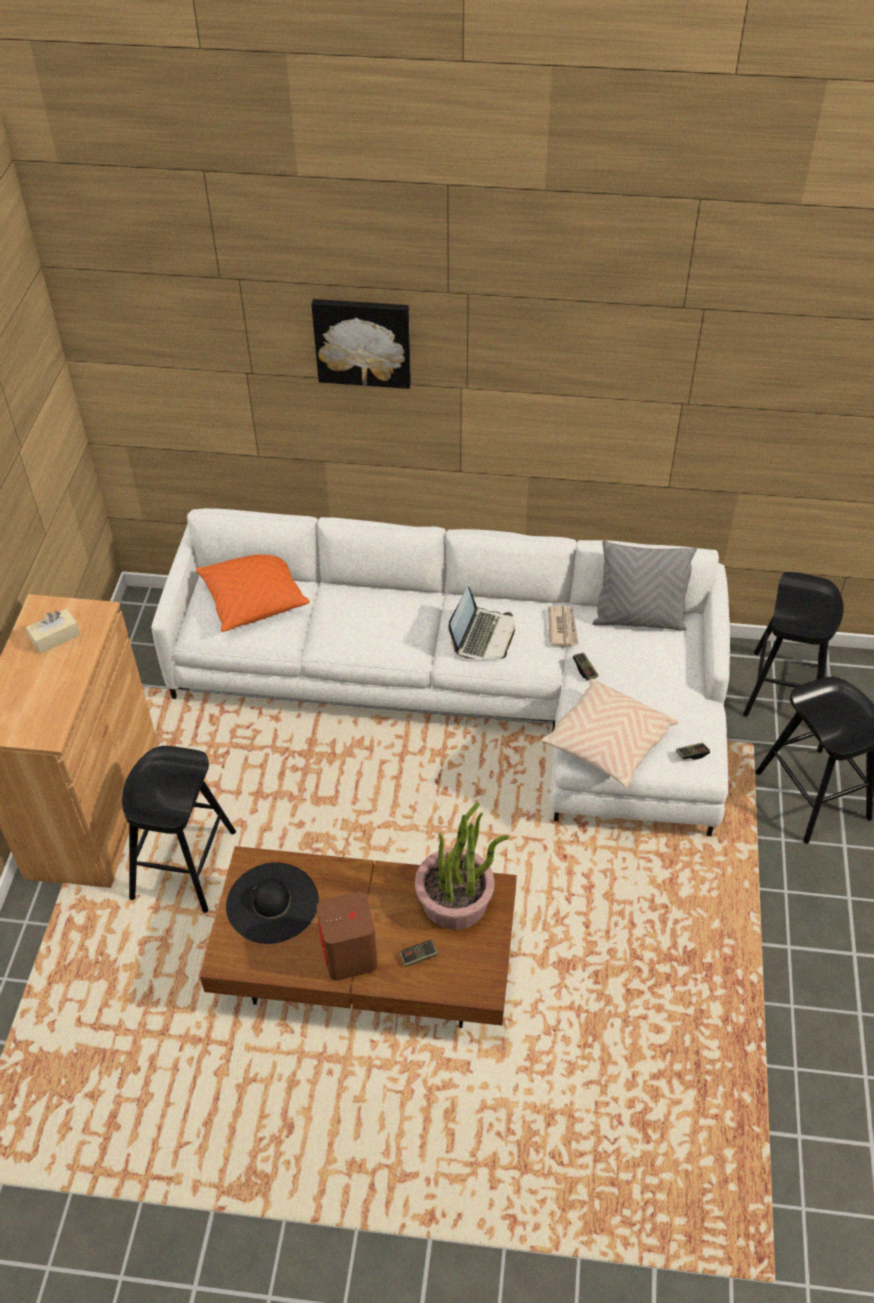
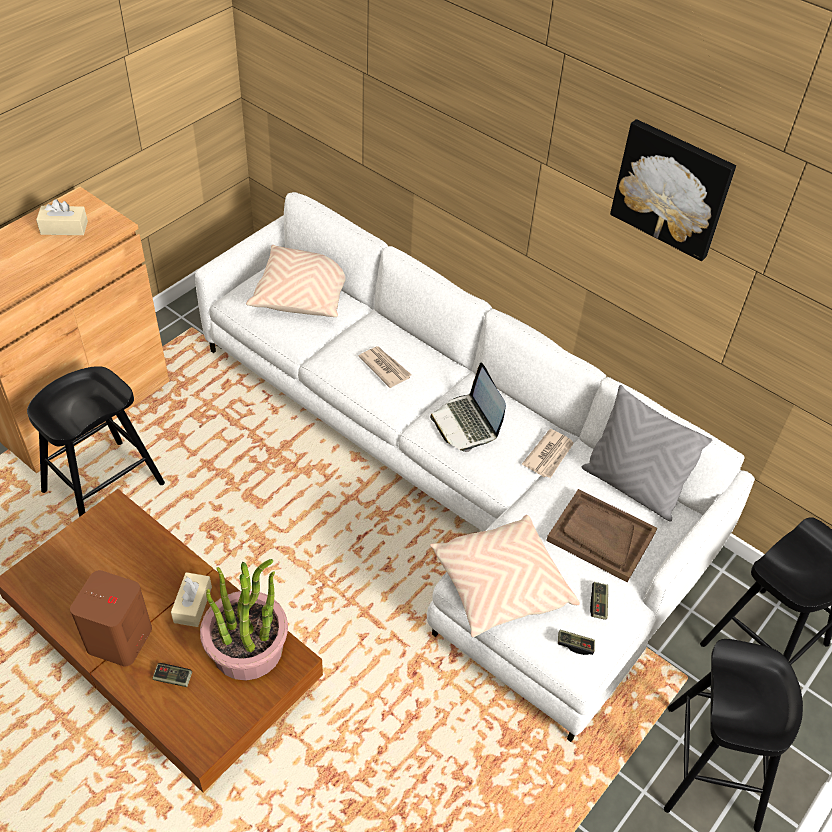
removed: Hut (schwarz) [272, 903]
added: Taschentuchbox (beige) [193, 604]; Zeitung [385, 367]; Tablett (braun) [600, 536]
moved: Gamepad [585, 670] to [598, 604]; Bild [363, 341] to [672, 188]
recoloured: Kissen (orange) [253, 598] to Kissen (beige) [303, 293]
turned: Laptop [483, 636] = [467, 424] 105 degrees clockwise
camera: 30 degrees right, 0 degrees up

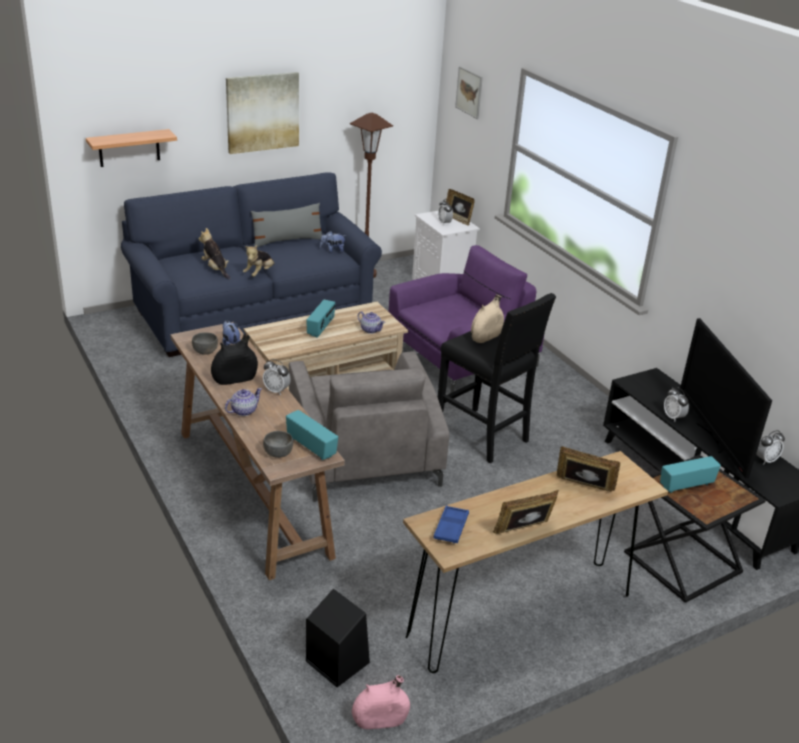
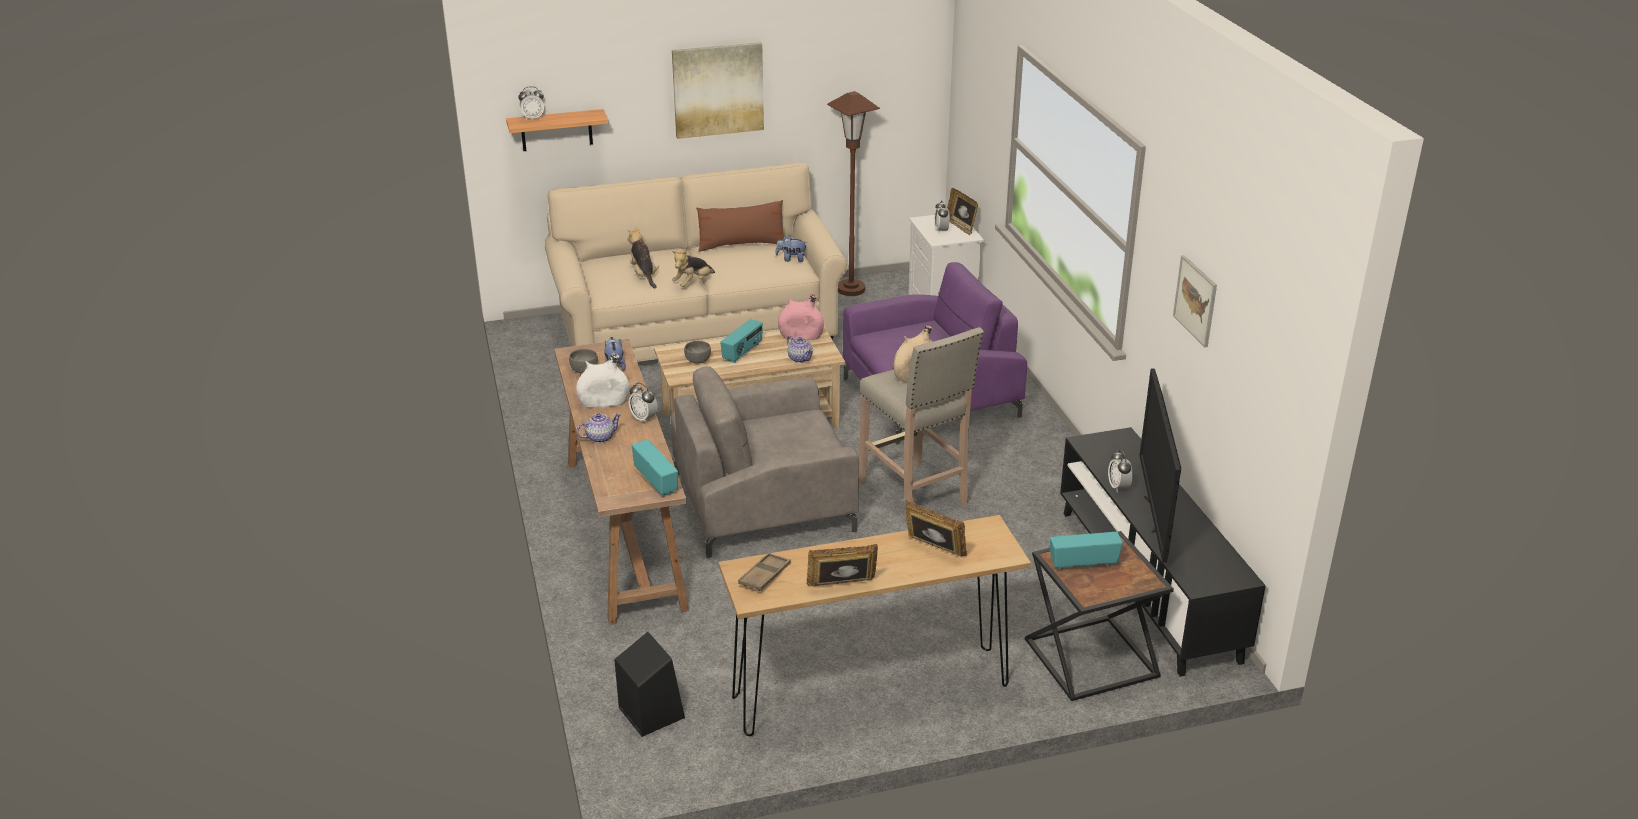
moved: Wecker [766, 460] to [533, 118]; Schüssel (grau) [278, 453] to [698, 360]; Vase (rosa) [380, 720] to [801, 336]; Bild [469, 92] to [1195, 300]
recoloured: Sofa (blau) [253, 313] to Sofa (beige) [697, 330]; Vase (schwarz) [234, 379] to Vase (weiß) [604, 403]; Kissen (grau) [287, 241] to Kissen (braun) [741, 245]; Tablett (blau) [451, 528] to Tablett (braun) [764, 575]; Hocker (schwarz) [483, 436] to Hocker (beige) [914, 495]
turned: Sessel (grau) [363, 453] = [764, 502] 75 degrees clockwise
camera: 15 degrees right, 0 degrees up

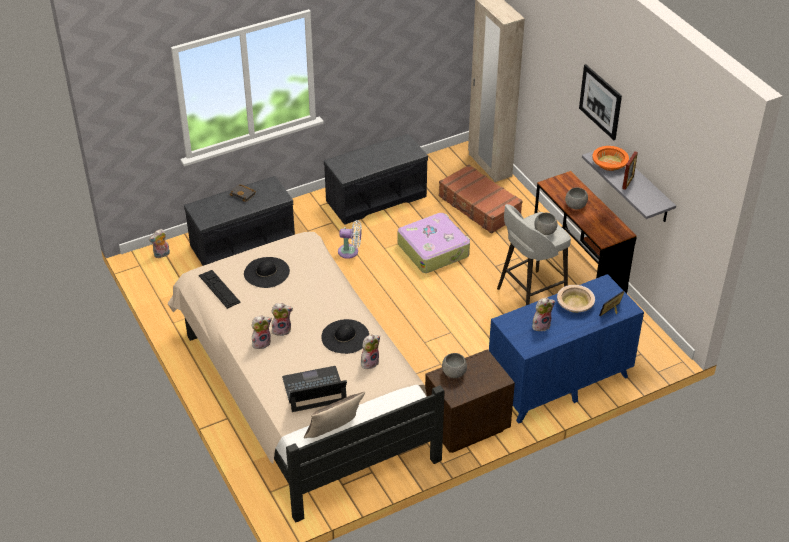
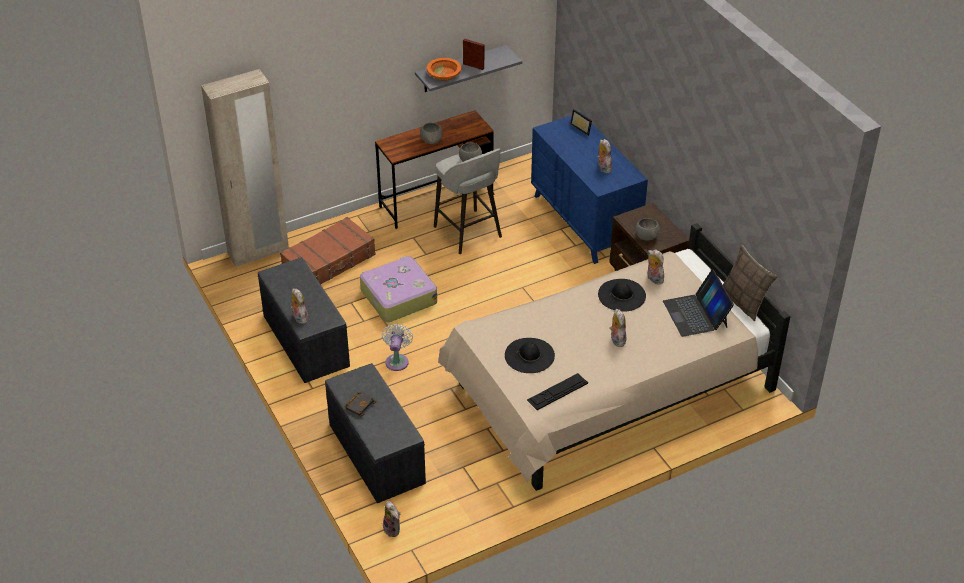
removed: Schüssel (beige) [575, 303]; Bild [600, 101]
moved: Plüschtier [261, 342] to [299, 317]
camera: 90 degrees left, 0 degrees up

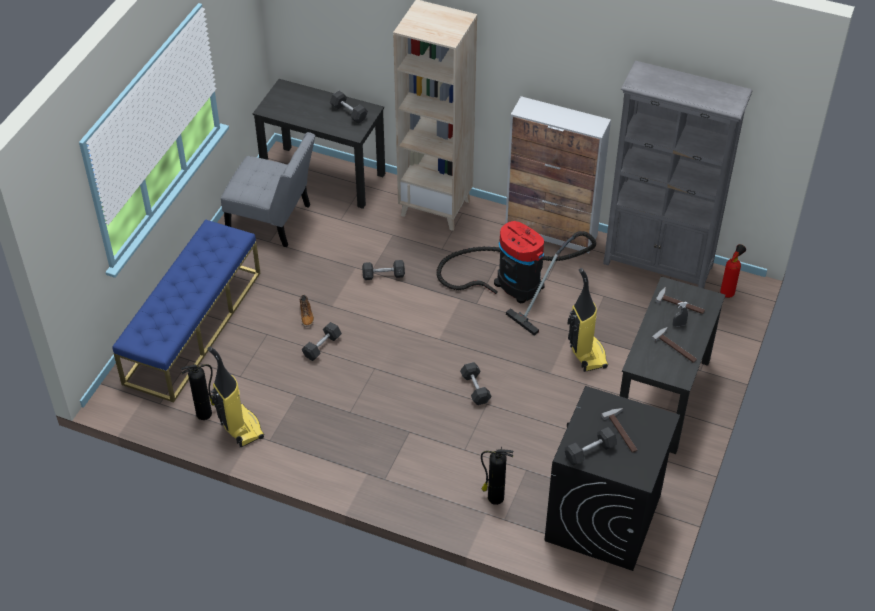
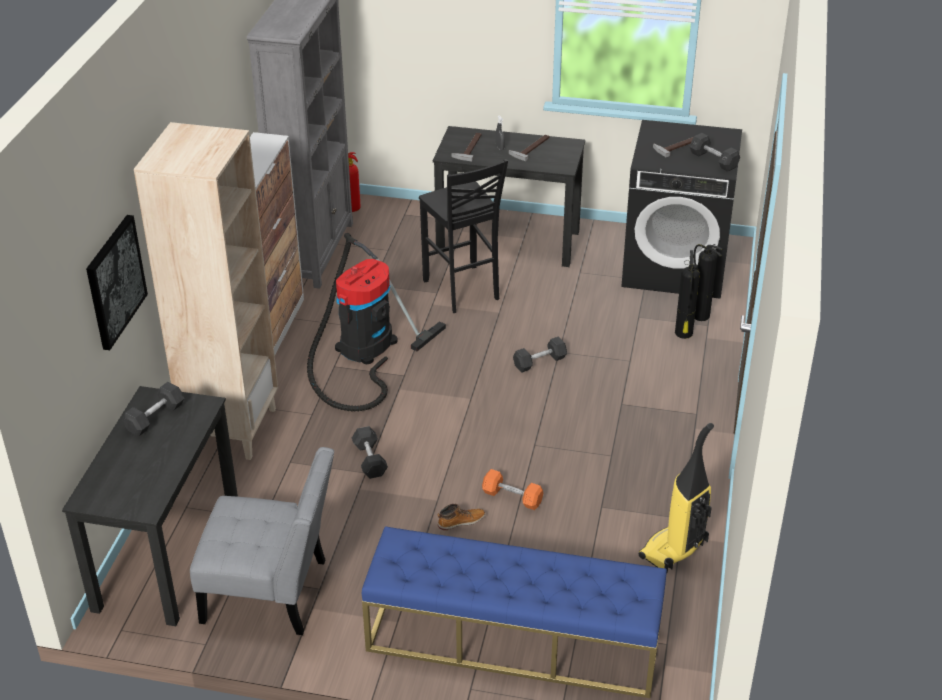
added: Bild [115, 281]
moved: Feuerlöscher [205, 413] to [699, 315]
replaced: Staubsauger [586, 353] to Hocker (schwarz) [462, 291]
recoloured: Hantel (grau) [322, 346] to Hantel (orange) [512, 497]
turned: Stuhl (grau) [273, 220] = [272, 593] 90 degrees clockwise
camera: 100 degrees left, 10 degrees down

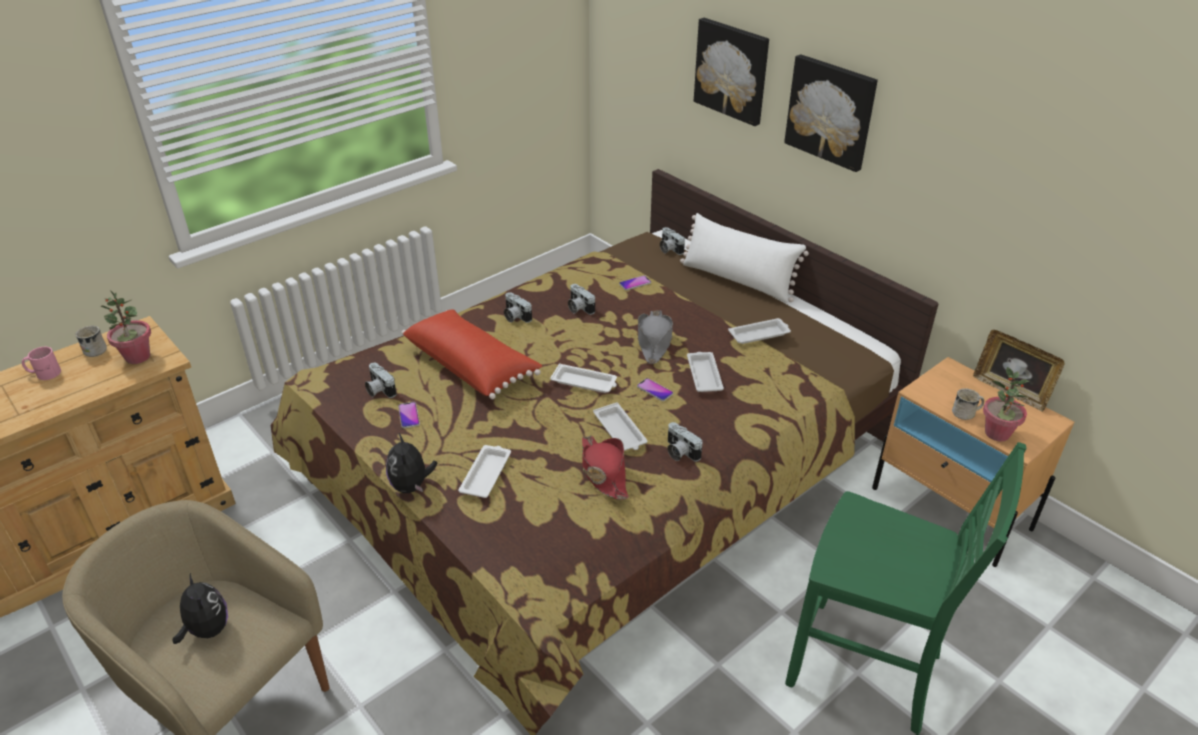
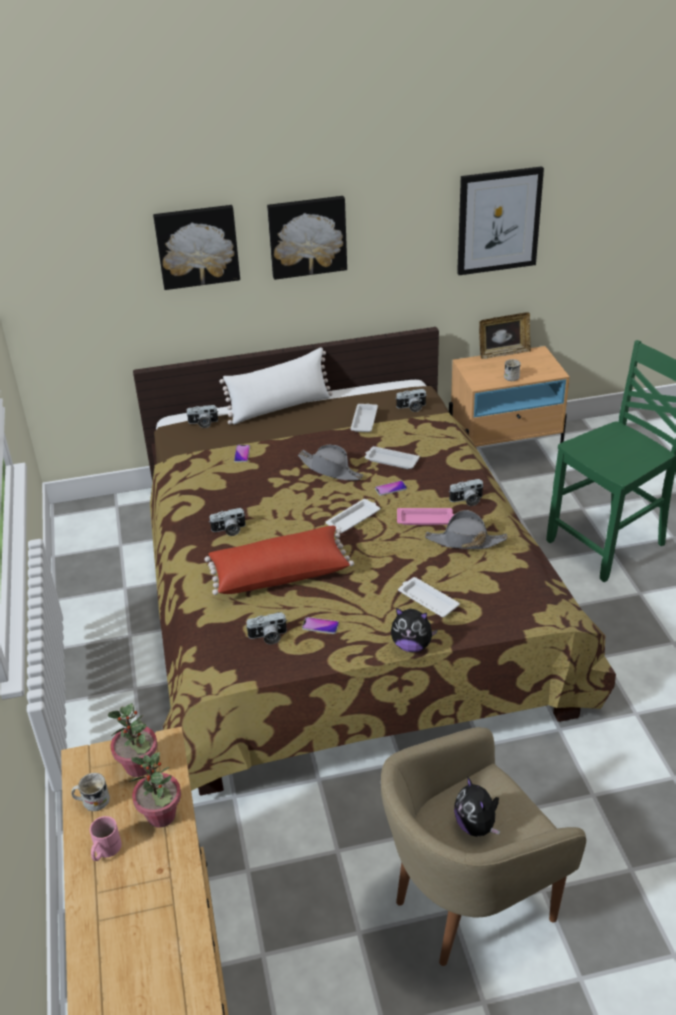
added: Bild [498, 221]
moved: Topfpflanze [997, 433] to [161, 816]; Kamera [578, 308] to [411, 407]
recoloured: Tablett (weiß) [620, 431] to Tablett (rosa) [426, 519]; Hut (rot) [603, 472] to Hut (grau) [465, 541]
turned: Plüschtier [207, 630] = [476, 825] 105 degrees counterclockwise
camera: 60 degrees left, 0 degrees up

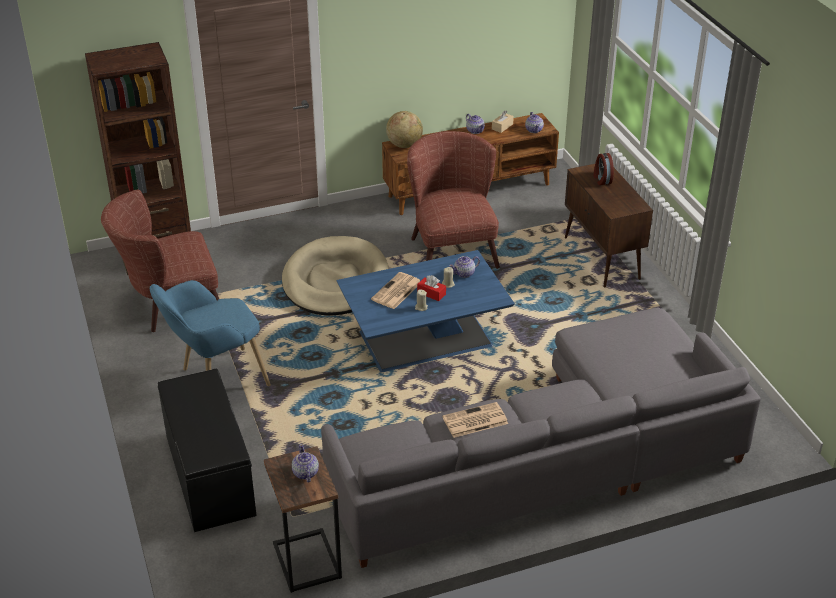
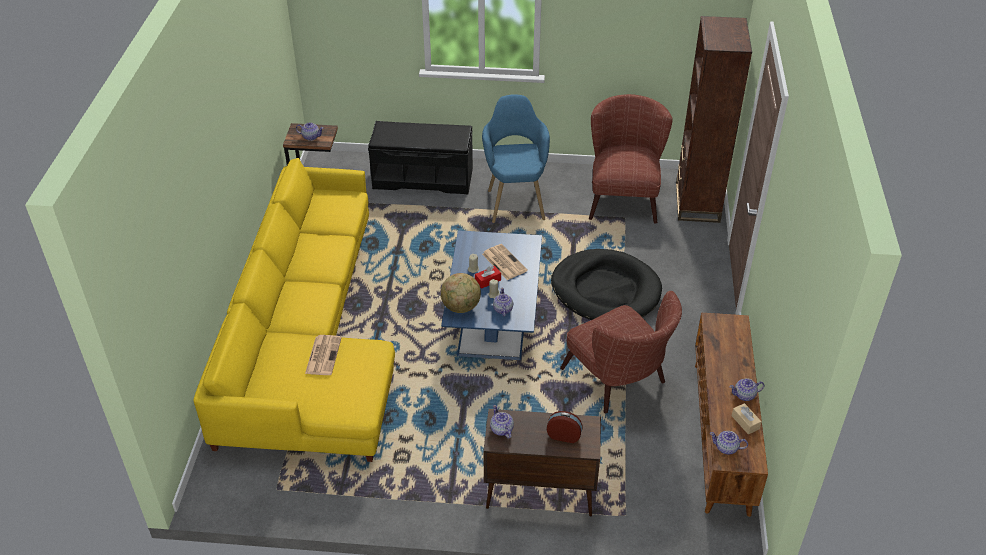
added: Teekanne [501, 430]
moved: Zeitung [474, 421] to [323, 355]; Globus [404, 145] to [461, 307]
recoloured: Sofa (grau) [553, 458] to Sofa (gelb) [308, 340]; Hundebett (beige) [335, 281] to Hundebett (schwarz) [605, 290]
turned: Sessel (braun) [451, 247] = [619, 382] 45 degrees clockwise
camera: 115 degrees right, 5 degrees up

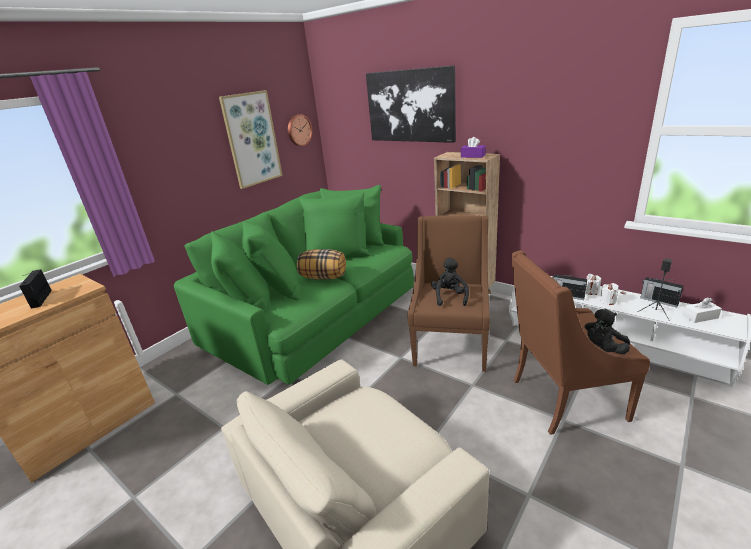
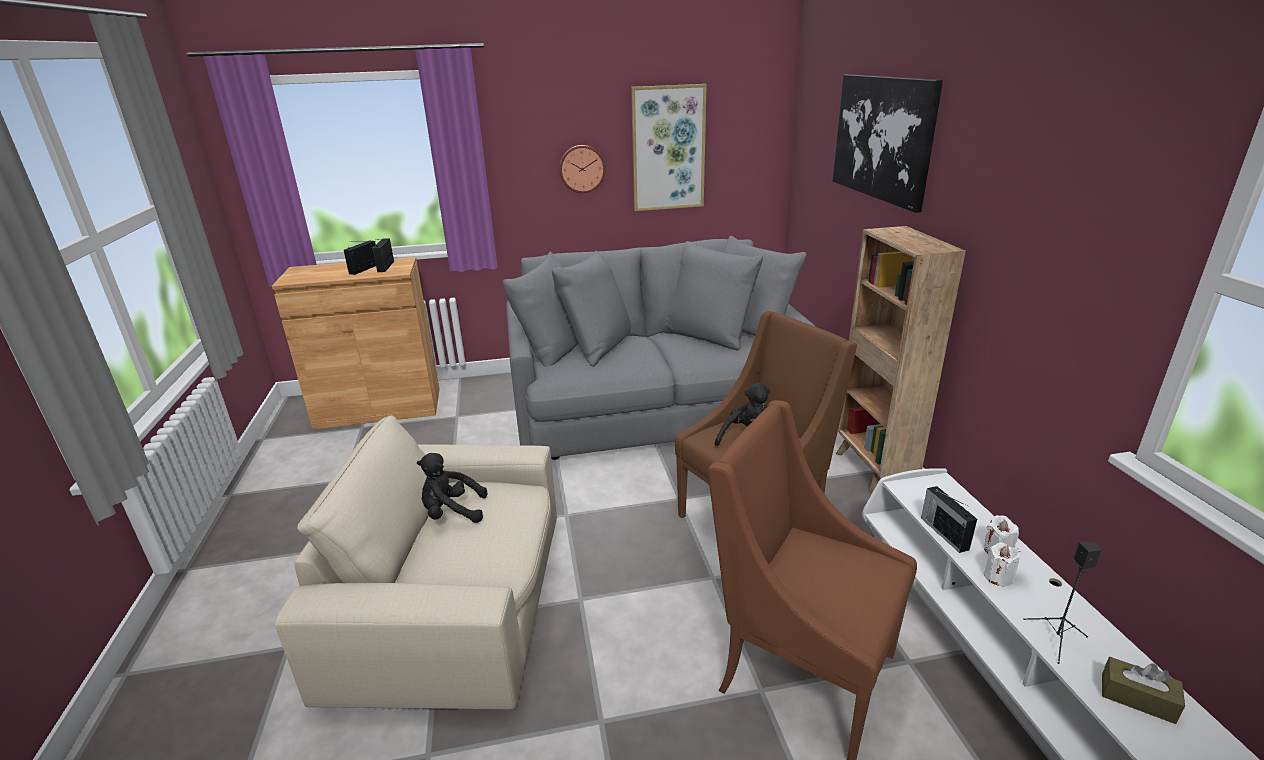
removed: Kissen [324, 277]; Taschentuchbox (lila) [473, 156]
moved: Radio [658, 301] to [386, 266]; Plüschtier (schwarz) [603, 350] to [452, 512]; Wanduhr [299, 130] to [582, 168]
recoloured: Sofa (grün) [314, 315] to Sofa (grau) [655, 404]; Taschentuchbox (weiß) [700, 317] to Taschentuchbox (braun) [1137, 698]
camera: 40 degrees right, 0 degrees up

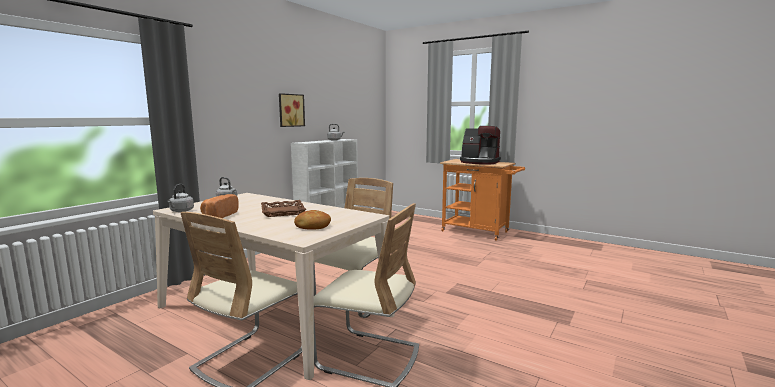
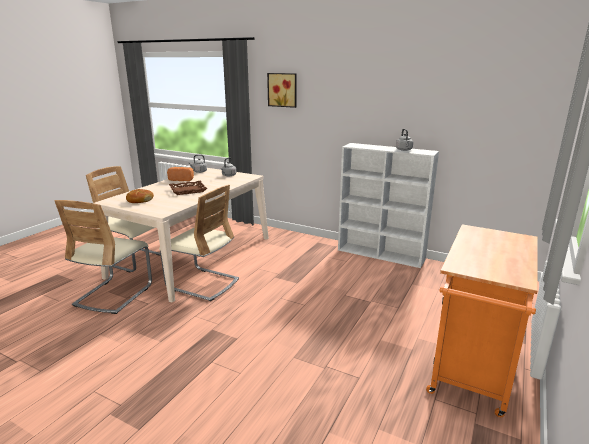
removed: Kaffeemaschine [479, 162]
moved: Bild [290, 110] to [283, 90]
camera: 85 degrees right, 10 degrees up

